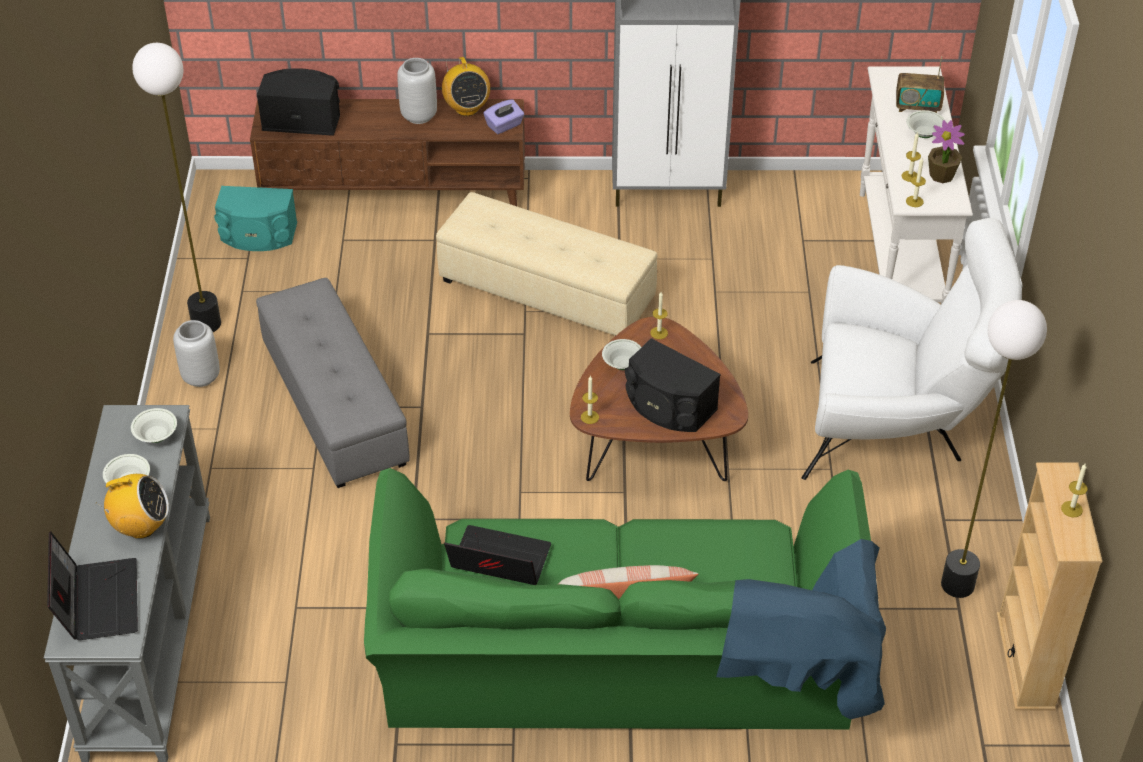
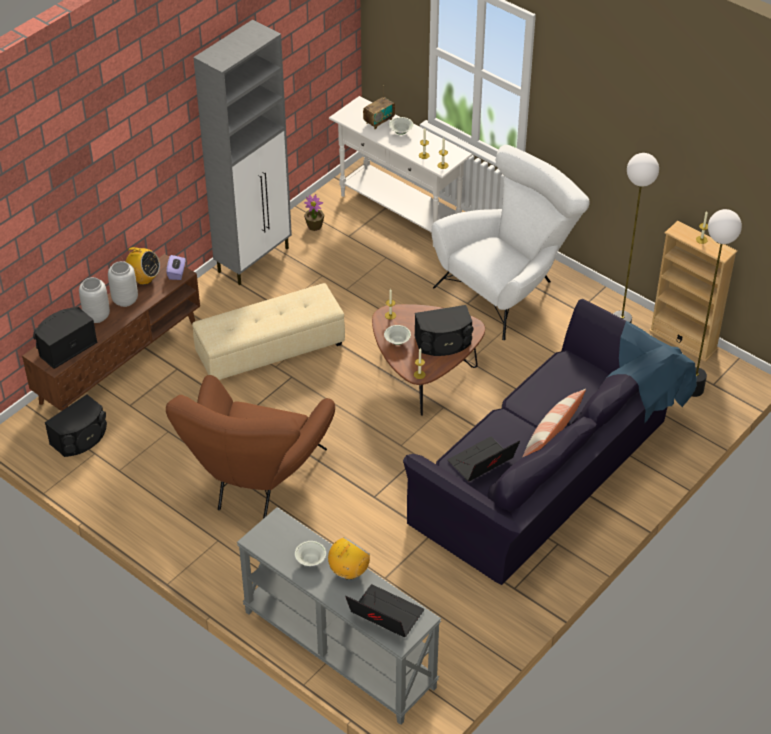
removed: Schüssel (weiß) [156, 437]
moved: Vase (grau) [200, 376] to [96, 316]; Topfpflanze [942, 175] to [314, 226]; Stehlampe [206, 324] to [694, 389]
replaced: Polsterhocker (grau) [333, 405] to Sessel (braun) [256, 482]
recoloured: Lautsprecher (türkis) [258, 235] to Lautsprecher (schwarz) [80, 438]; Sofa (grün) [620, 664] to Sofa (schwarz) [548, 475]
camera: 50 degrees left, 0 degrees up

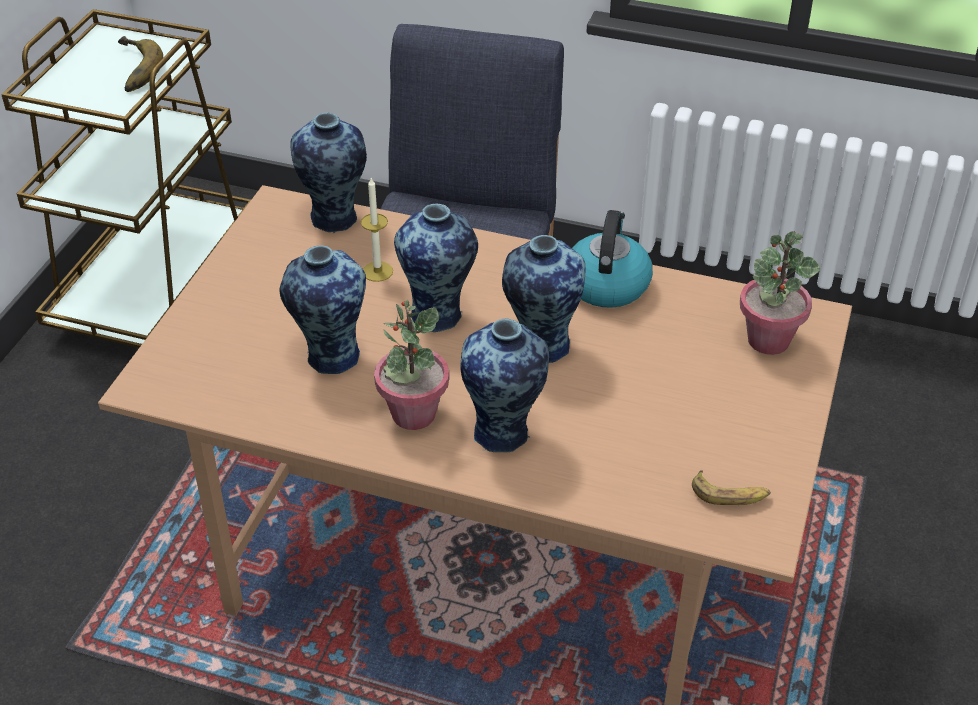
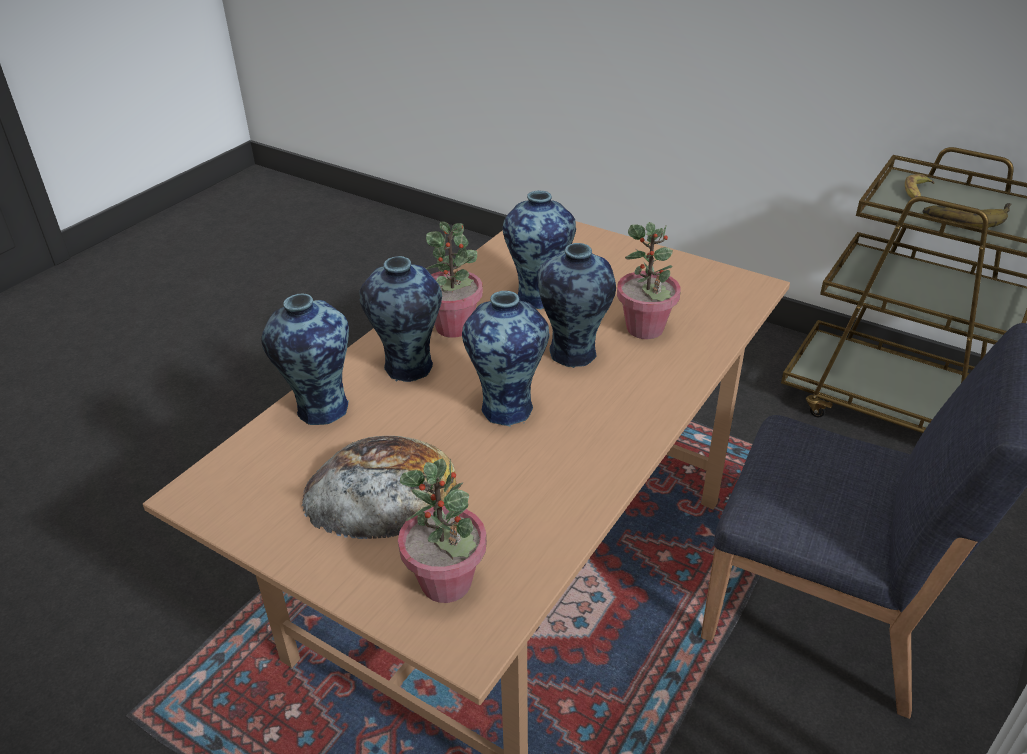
removed: Wasserkessel [606, 283]
added: Brot [381, 489]
moved: Vase [334, 219] to [319, 409]; Banane [730, 494] to [917, 192]
replaced: Kerze [377, 271] to Topfpflanze [645, 329]
camera: 105 degrees right, 5 degrees down

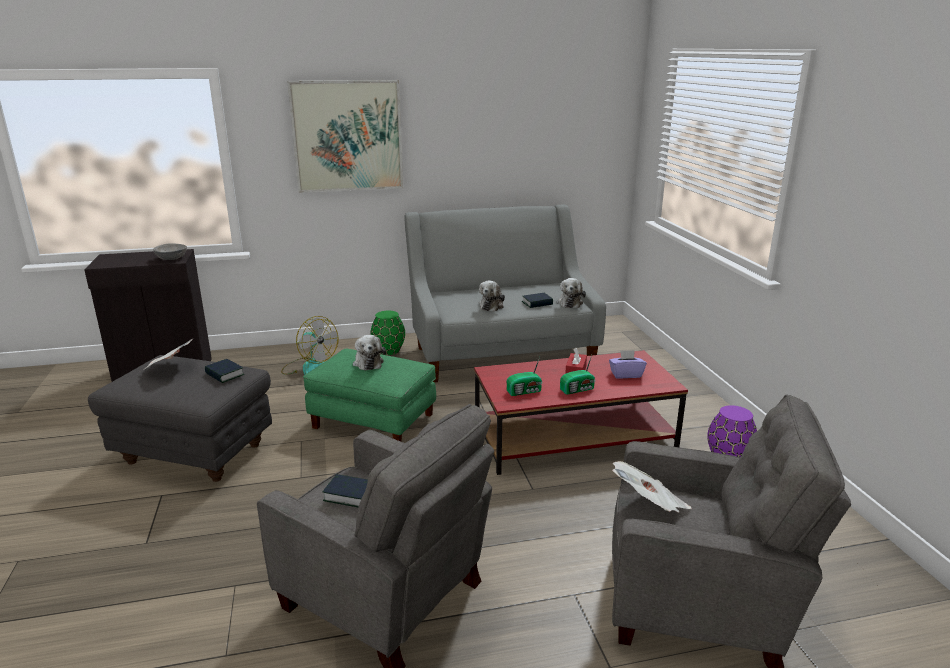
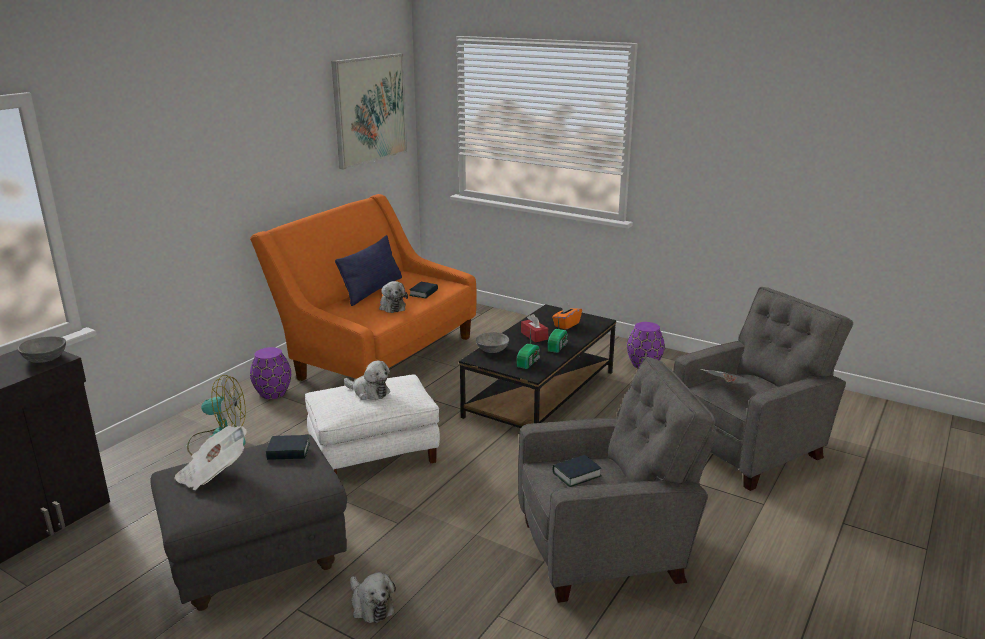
added: Kissen (blau) [372, 290]; Schüssel (grau) [492, 350]
moved: Bild [347, 136] to [370, 109]; Plüschtier [570, 302] to [370, 605]
recoloured: Sofa (grau) [501, 351] to Sofa (orange) [378, 354]; Vase (grün) [389, 350] to Vase (lila) [273, 393]; Polsterhocker (grün) [374, 420] to Polsterhocker (weiß) [374, 453]; Couchtisch (rot) [573, 437] to Couchtisch (schwarz) [540, 393]; Taschentuchbox (lila) [626, 374] to Taschentuchbox (orange) [566, 325]
camera: 45 degrees left, 0 degrees up

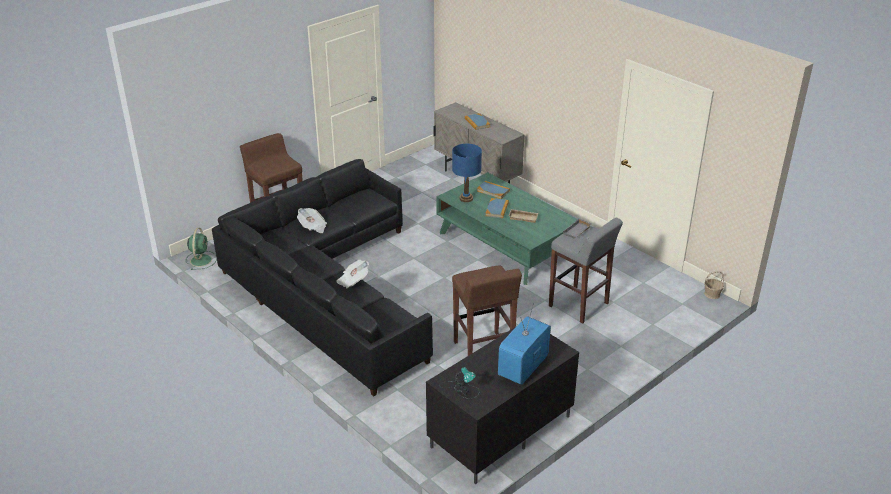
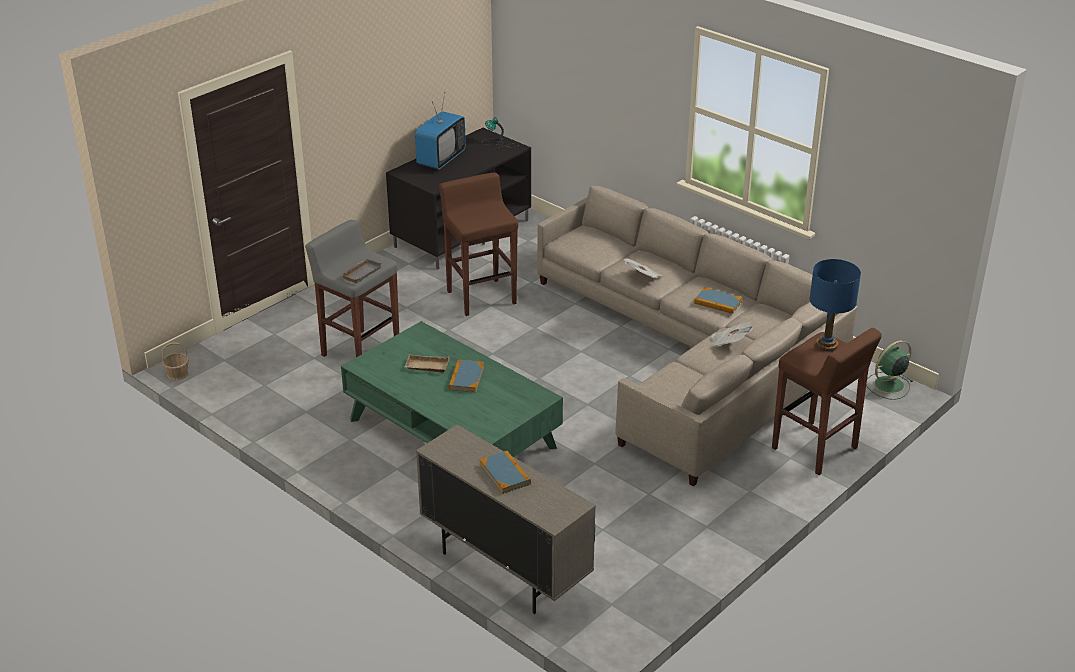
moved: Buch [493, 191] to [718, 302]; Tischlampe (blau) [466, 198] to [826, 345]
recoloured: Sofa (schwarz) [326, 289] to Sofa (beige) [691, 354]
turned: Ventilator (grün) [201, 260] = [888, 385] 60 degrees clockwise
camera: 175 degrees right, 0 degrees up

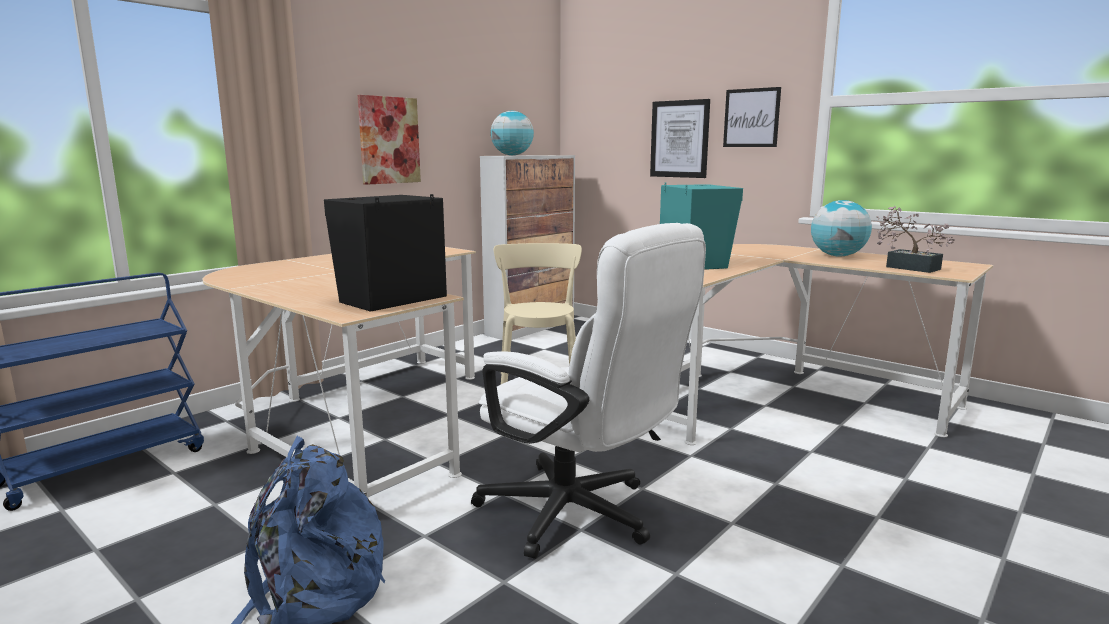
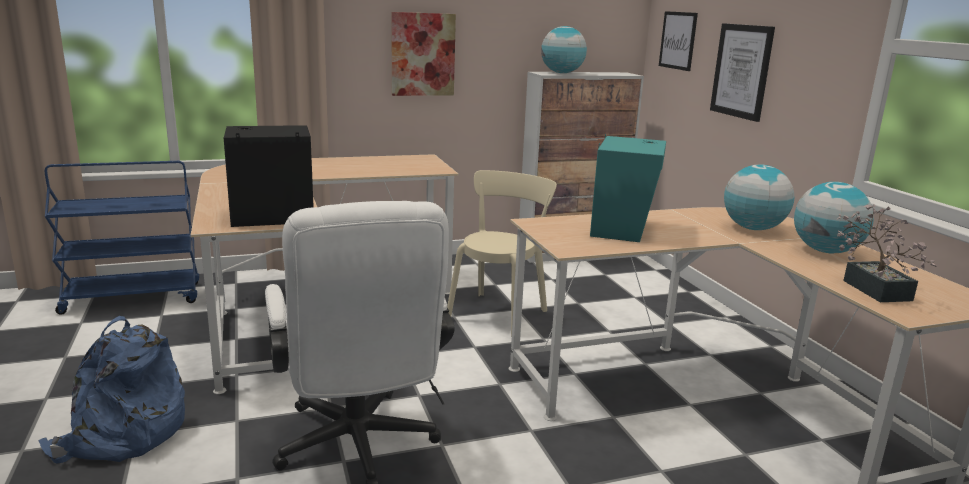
added: Globus [753, 228]
moved: Bild [751, 118] to [678, 40]
camera: 30 degrees right, 5 degrees up

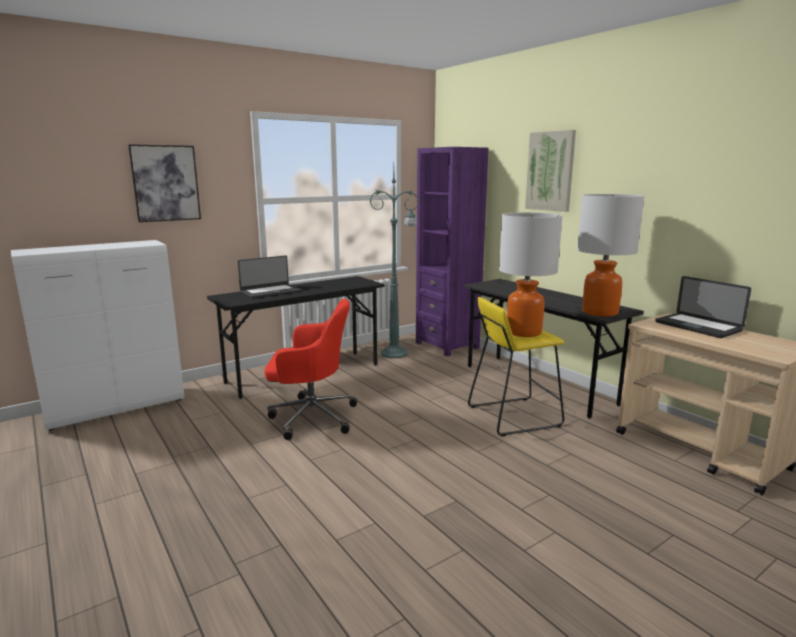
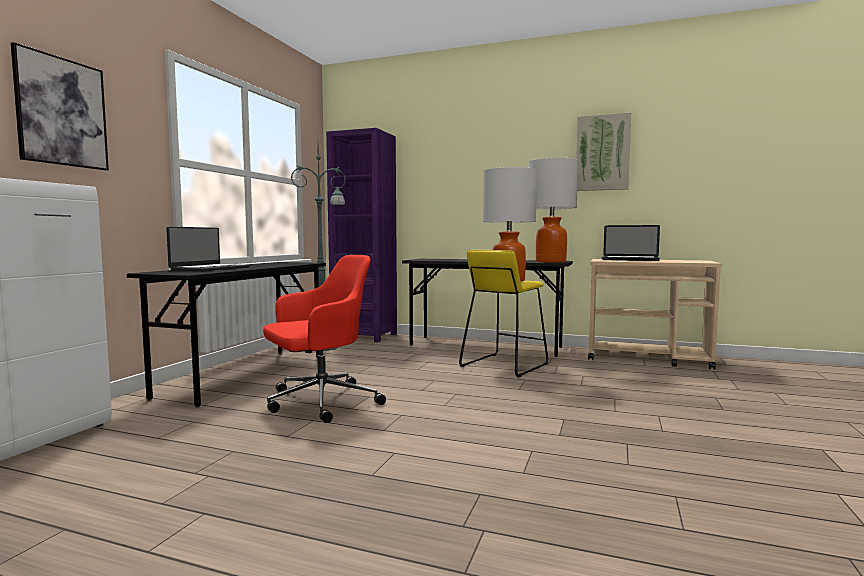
moved: Bild [550, 171] to [602, 153]
camera: 35 degrees left, 10 degrees down

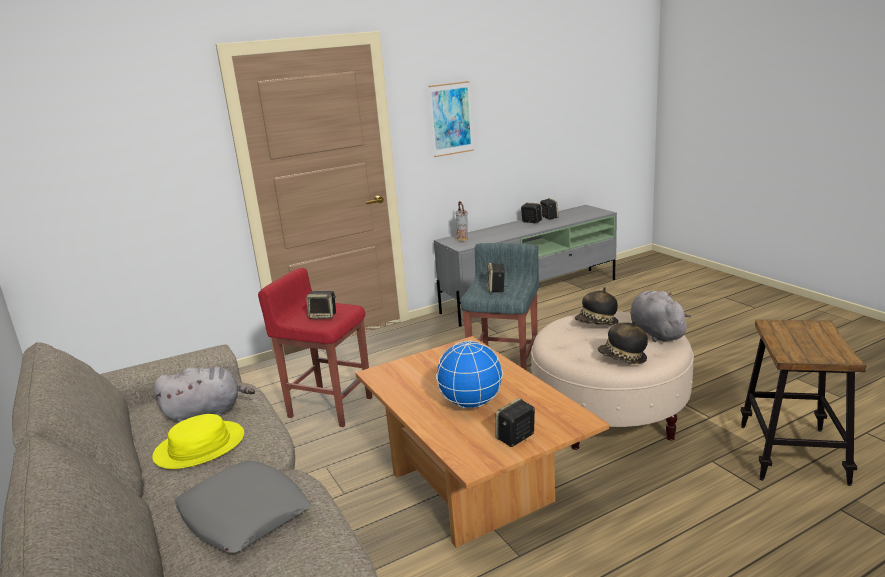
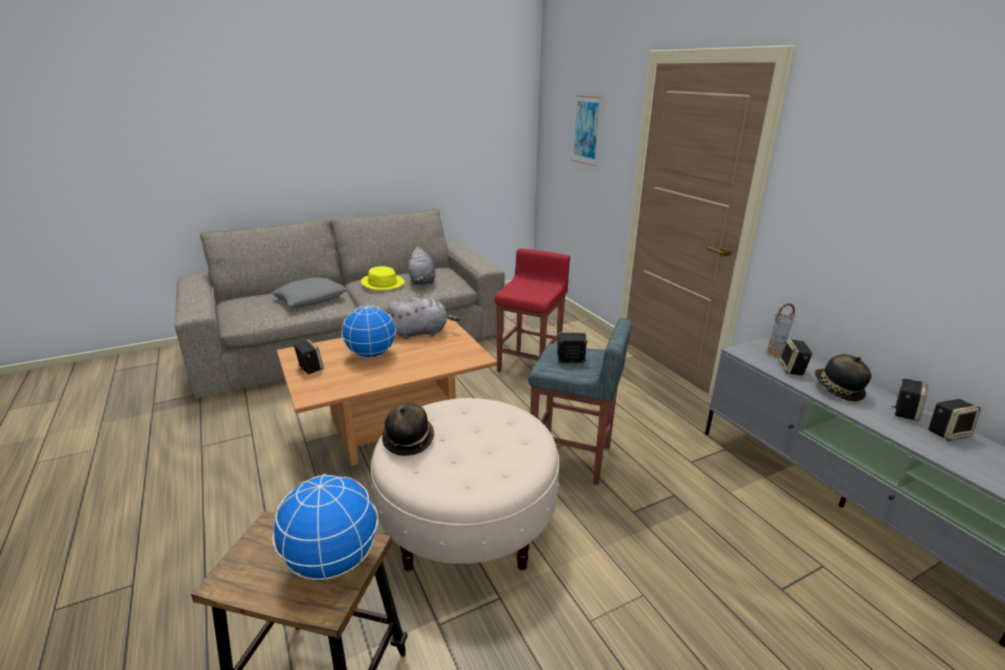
added: Globus [332, 561]
moved: Plüschtier (grau) [655, 333] to [421, 332]; Bild [451, 119] to [586, 130]; Lautsprecher [323, 316] to [792, 369]; Hut [596, 324] to [837, 389]
camera: 90 degrees right, 5 degrees up

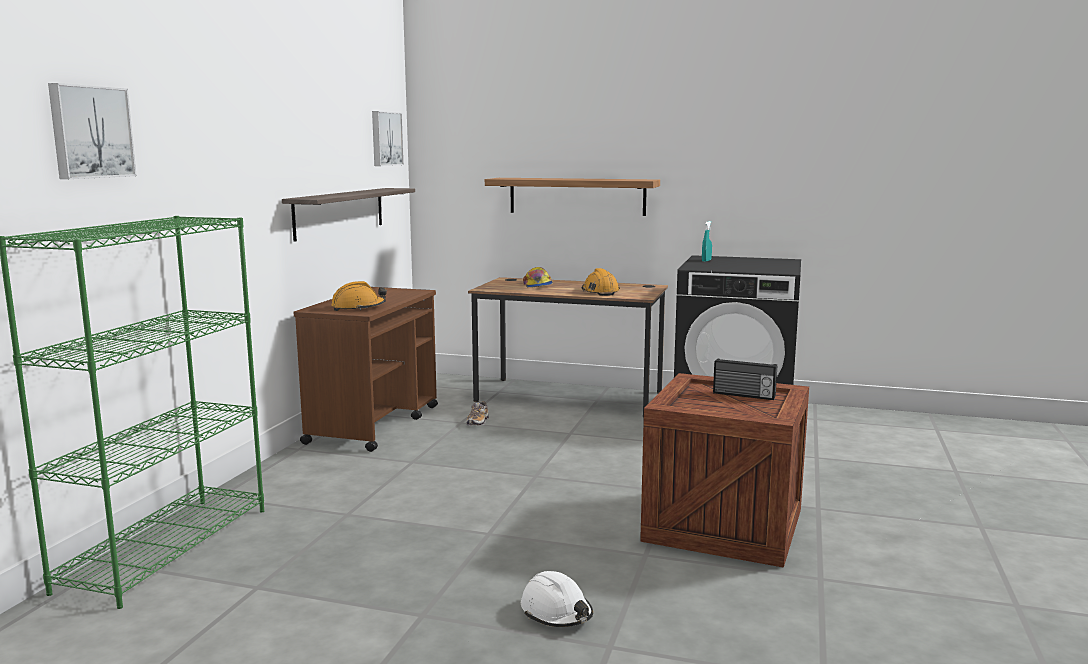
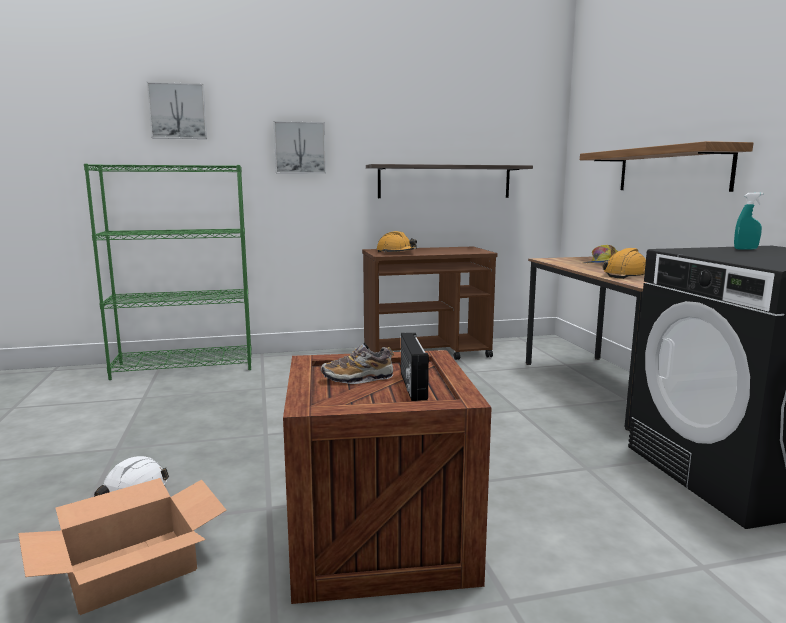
added: Karton [131, 568]
moved: Bild [385, 138] to [299, 148]; Schuh [478, 422] to [358, 378]
camera: 60 degrees right, 0 degrees up

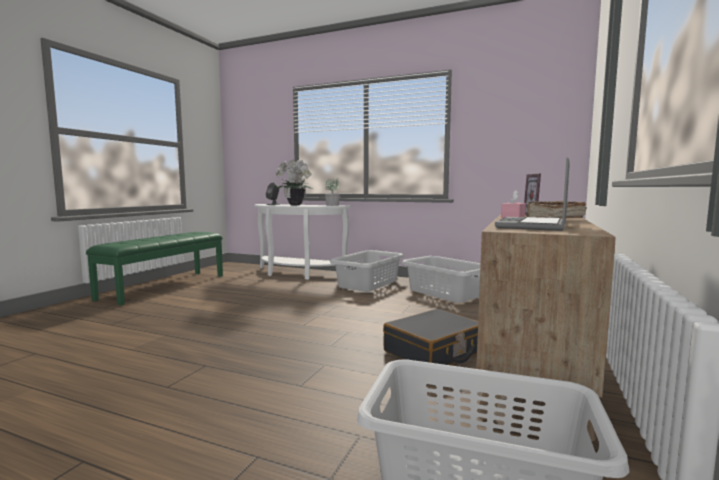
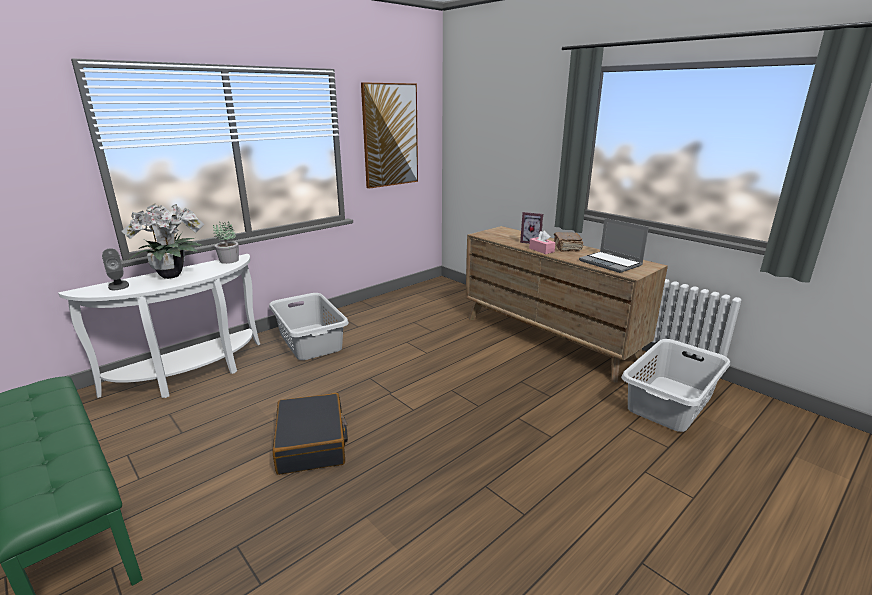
removed: Wäschekorb (grau) [445, 293]
added: Bild [390, 135]
moved: Koffer (schwarz) [434, 352] to [312, 443]
camera: 65 degrees left, 15 degrees up

